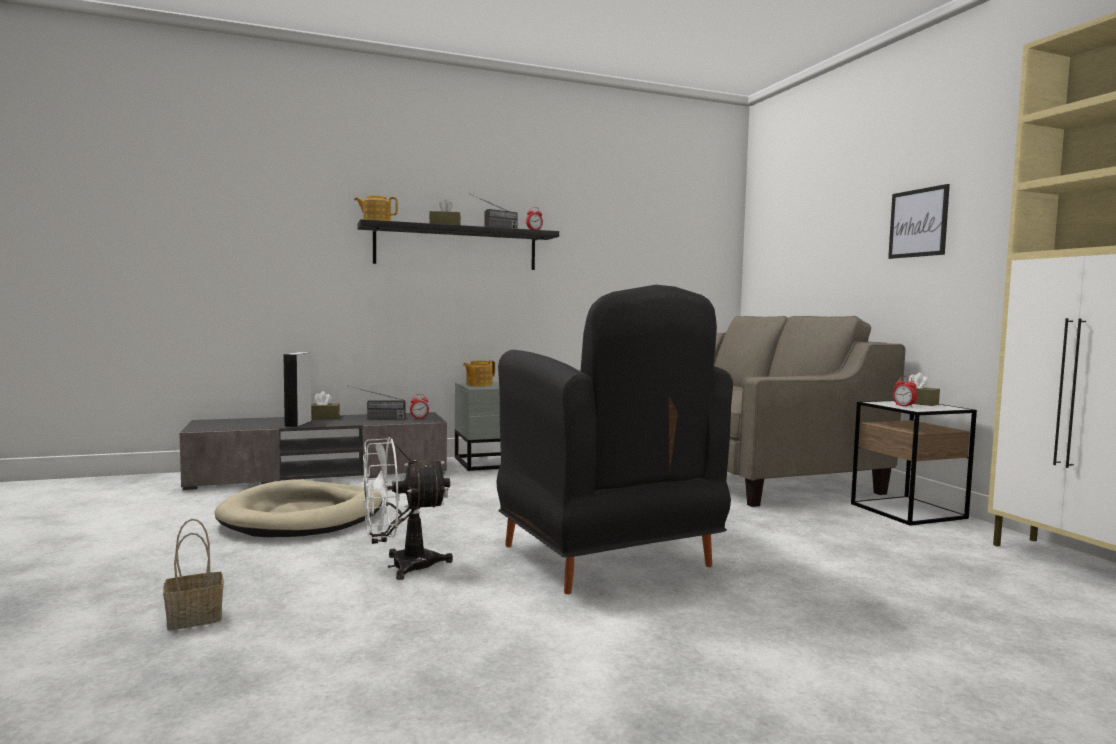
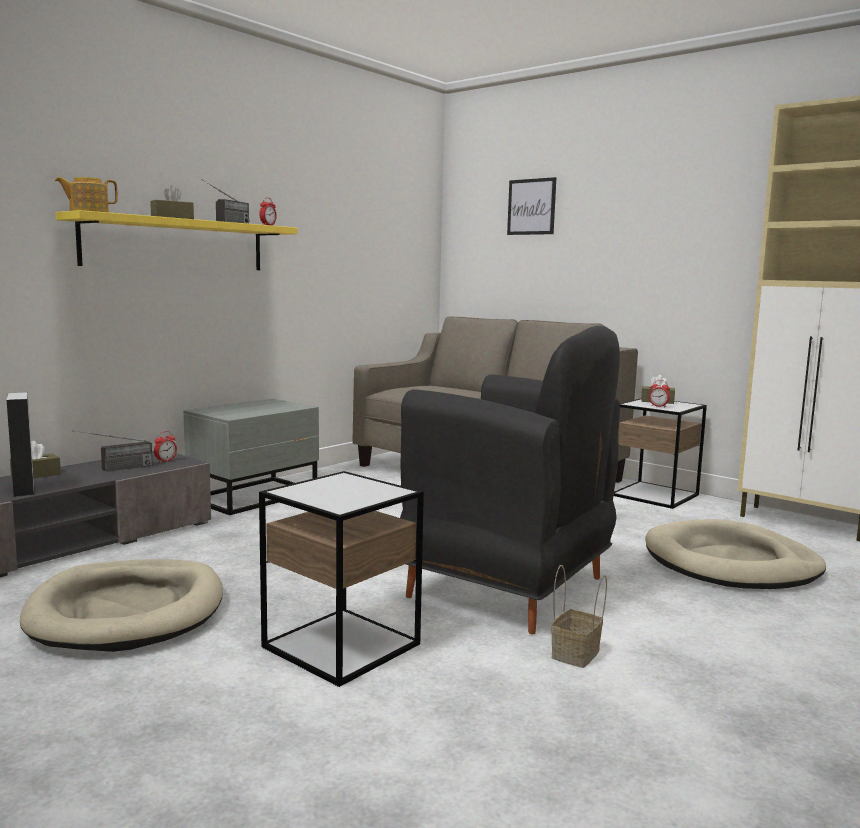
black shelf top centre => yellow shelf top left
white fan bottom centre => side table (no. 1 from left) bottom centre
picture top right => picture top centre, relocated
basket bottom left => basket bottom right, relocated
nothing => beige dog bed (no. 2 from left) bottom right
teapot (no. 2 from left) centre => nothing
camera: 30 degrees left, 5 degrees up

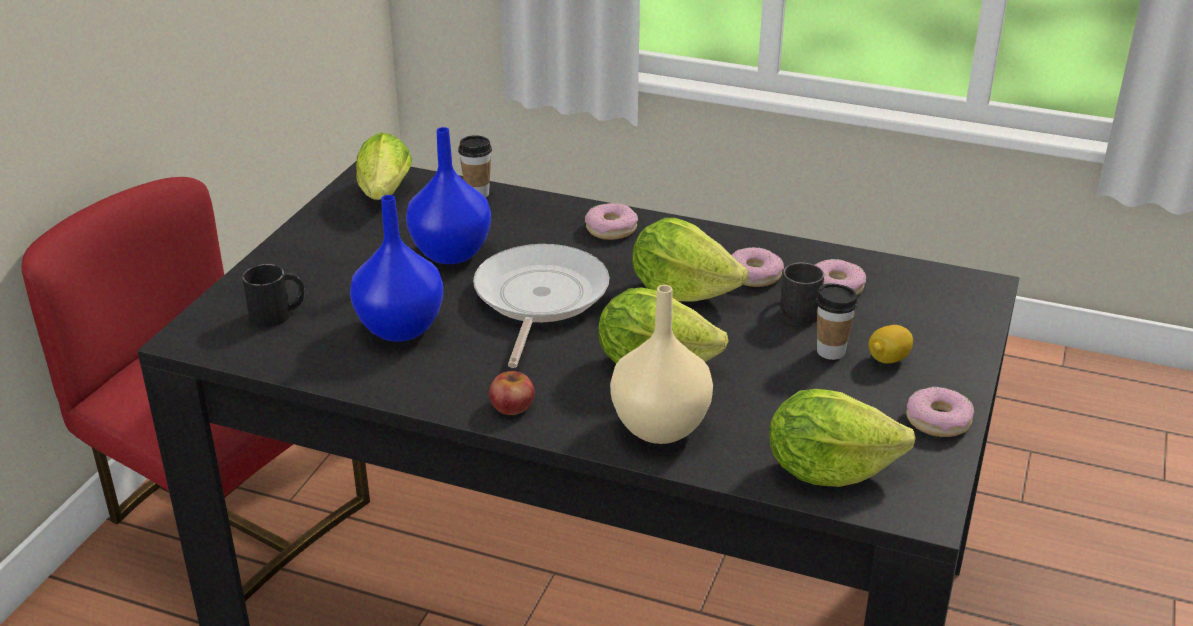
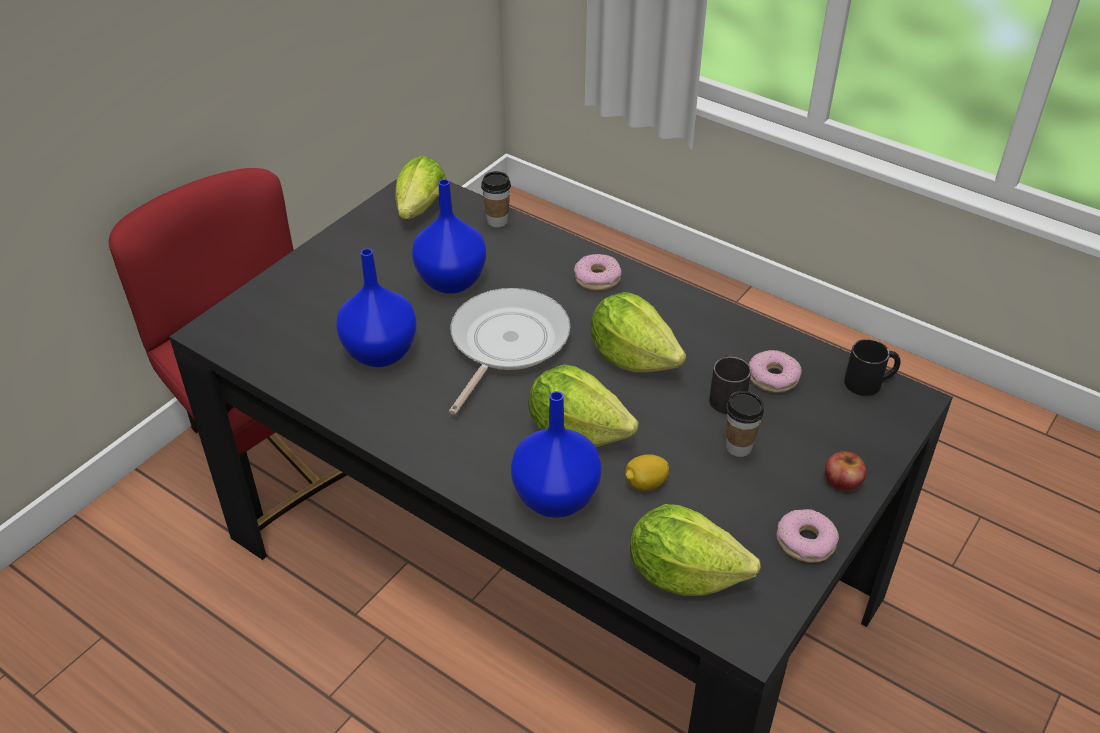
beige vase centre => blue vase (no. 3 from left) centre
lemon middle right => lemon centre, relocated
apple centre => apple middle right, relocated
black mug (no. 1 from left in the first image) middle left => black mug (no. 2 from left) middle right, relocated
donut (no. 2 from left) centre => nothing
camera: 15 degrees right, 10 degrees up

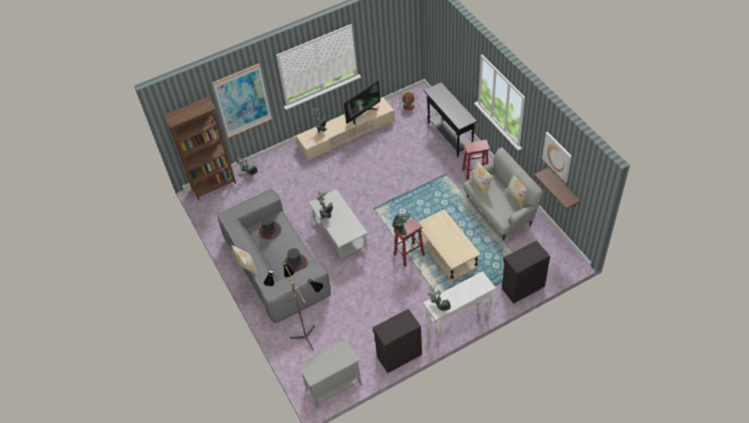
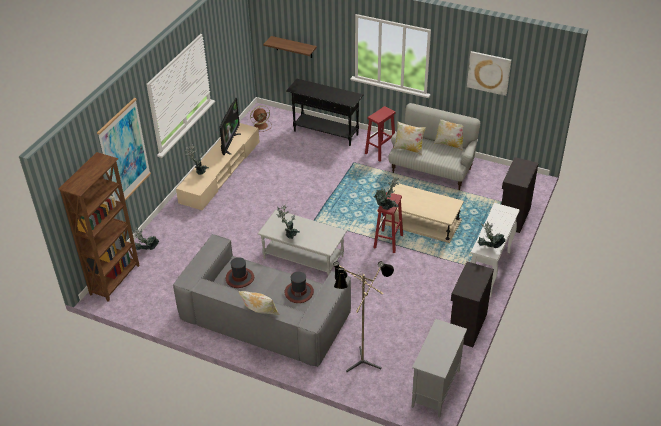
shelf middle right => shelf top centre, relocated
camera: 40 degrees left, 10 degrees down

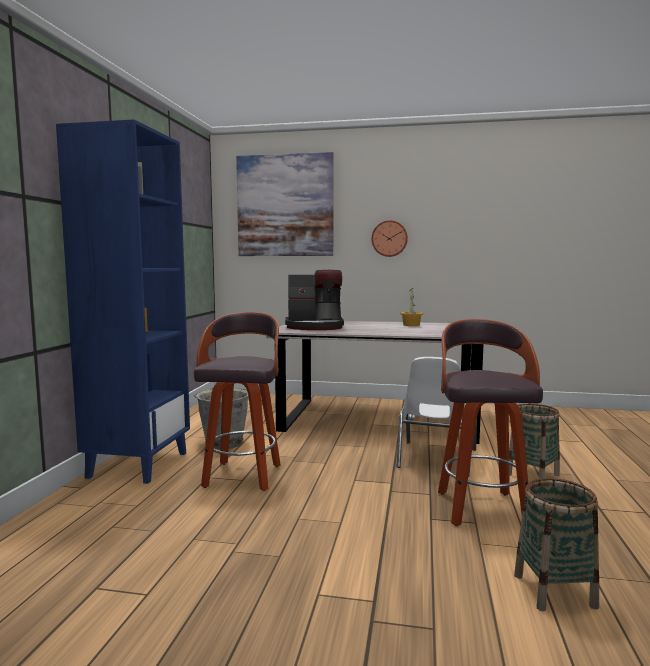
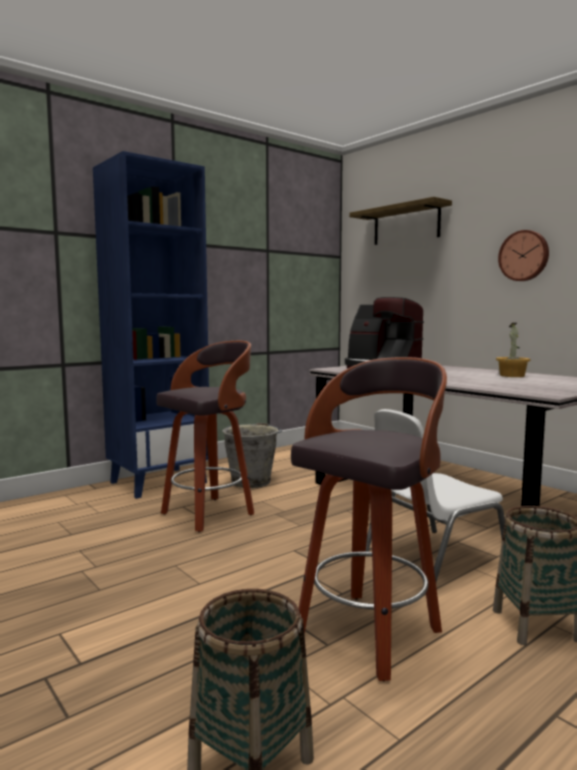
picture top centre => shelf top right
camera: 40 degrees right, 0 degrees up

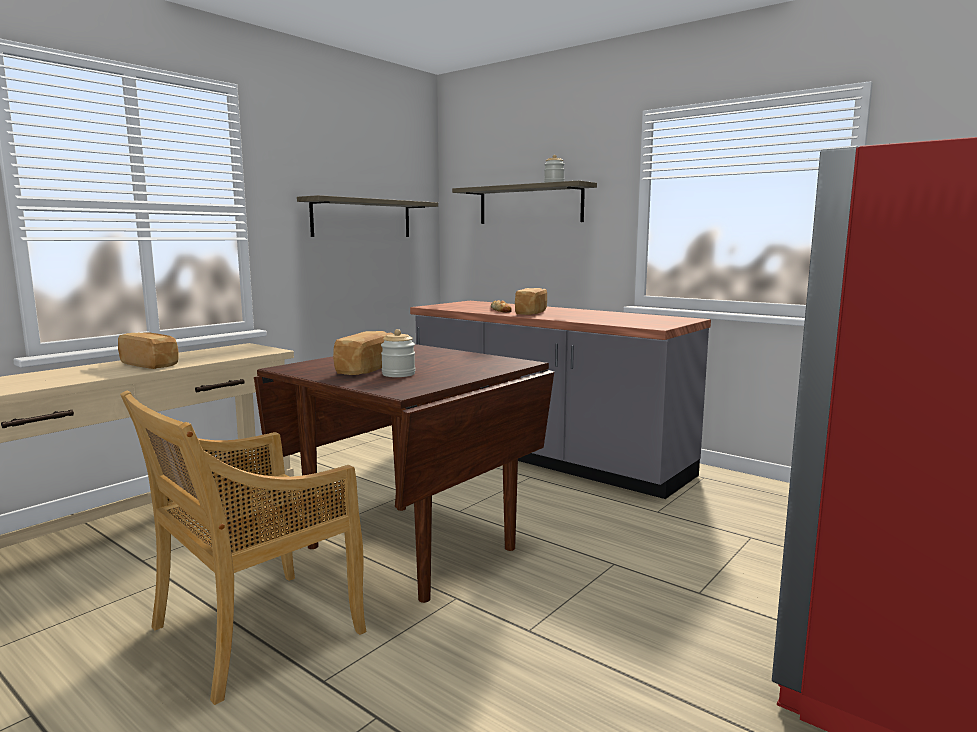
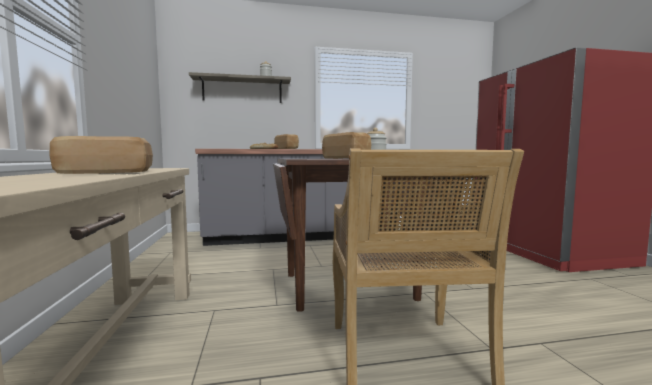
shelf (no. 1 from left) top centre => nothing
camera: 50 degrees left, 5 degrees down

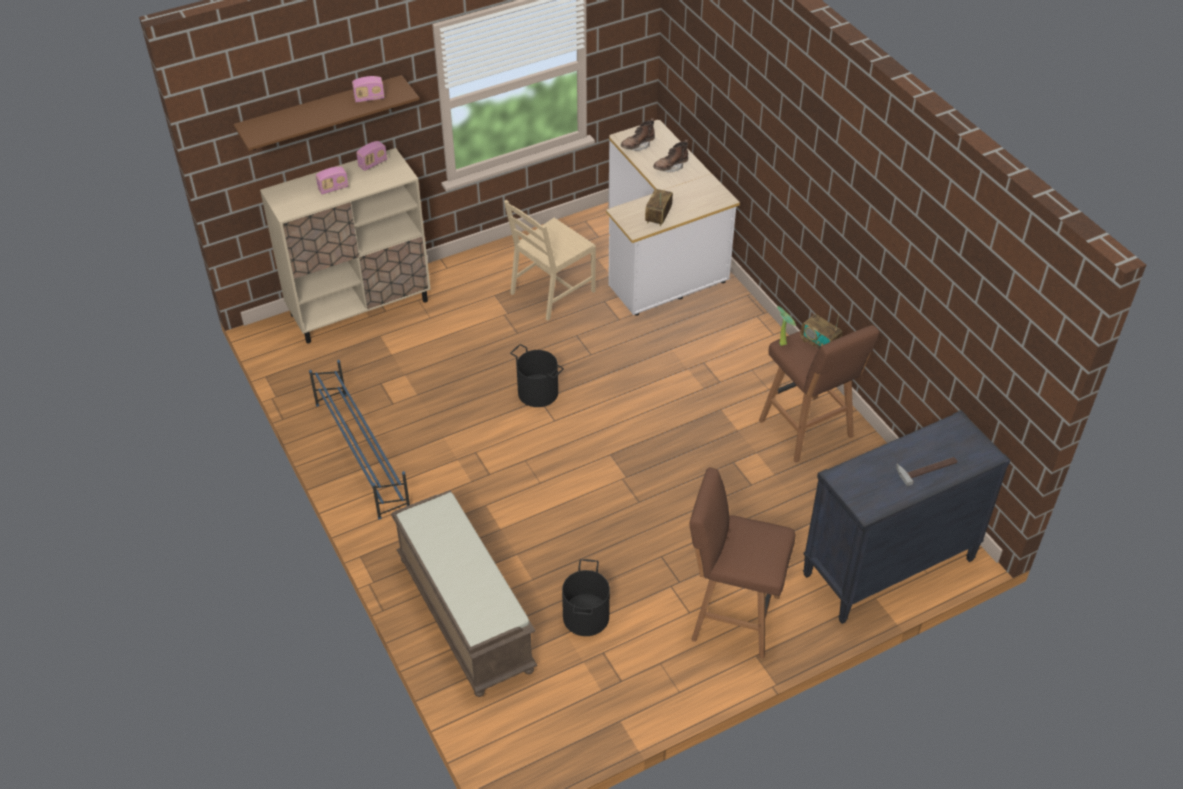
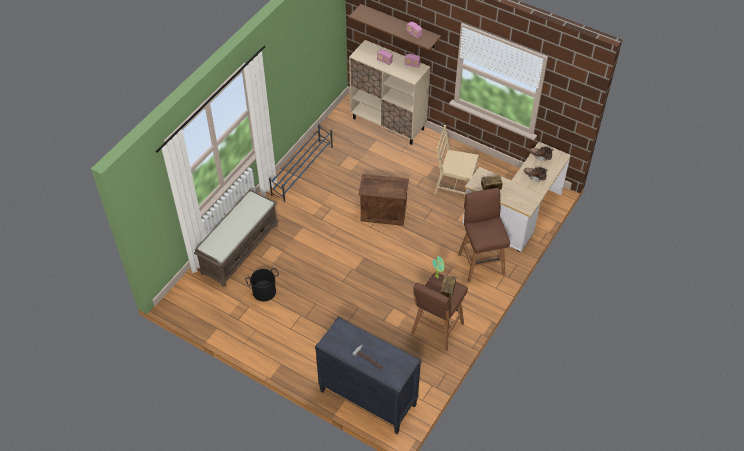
black bucket (no. 1 from left) centre => crate centre
brown stool (no. 1 from left in the first image) bottom centre => brown stool (no. 2 from left) centre, relocated
camera: 60 degrees right, 5 degrees up

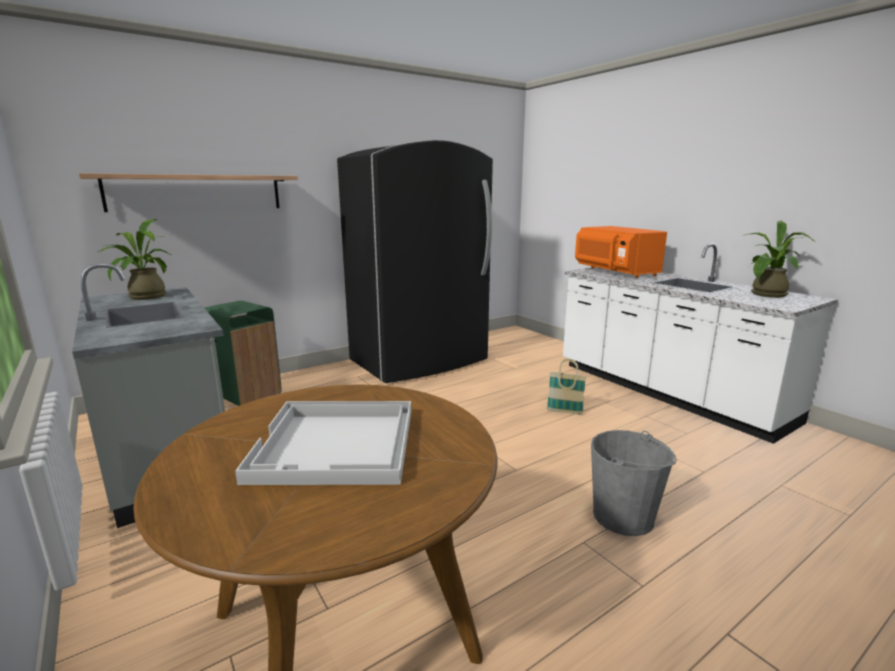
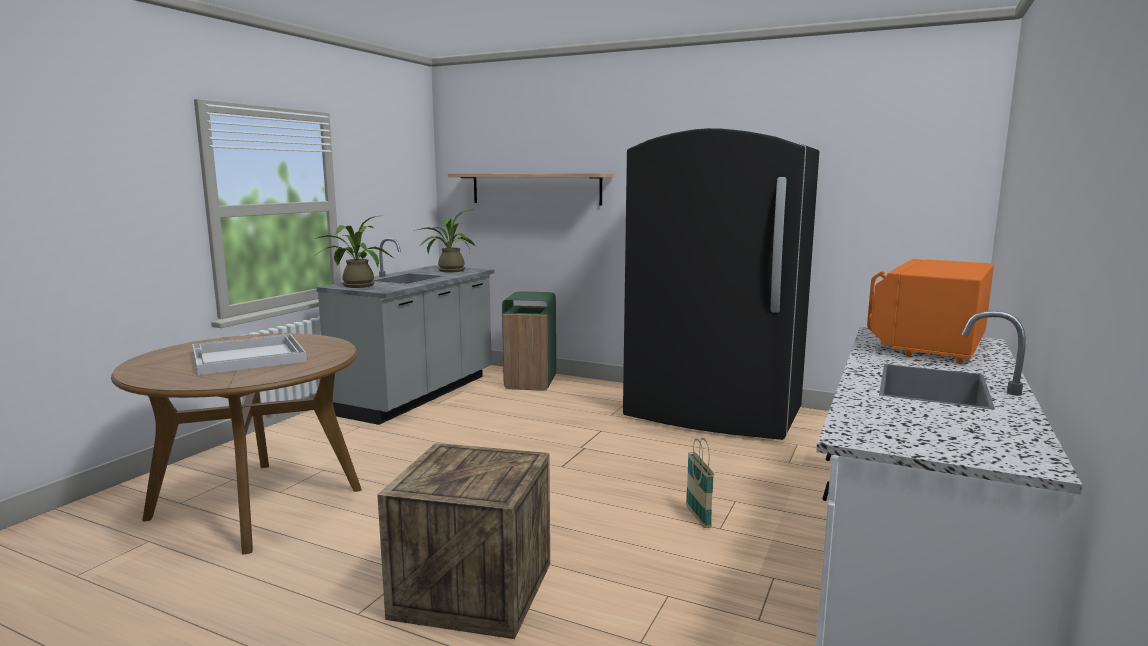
potted plant (no. 2 from left in the first image) middle right => potted plant (no. 1 from left) middle left, relocated
grey bucket bottom right => crate bottom centre
camera: 60 degrees right, 5 degrees down

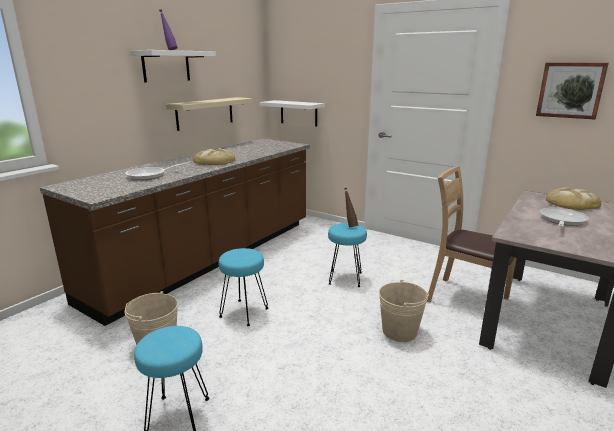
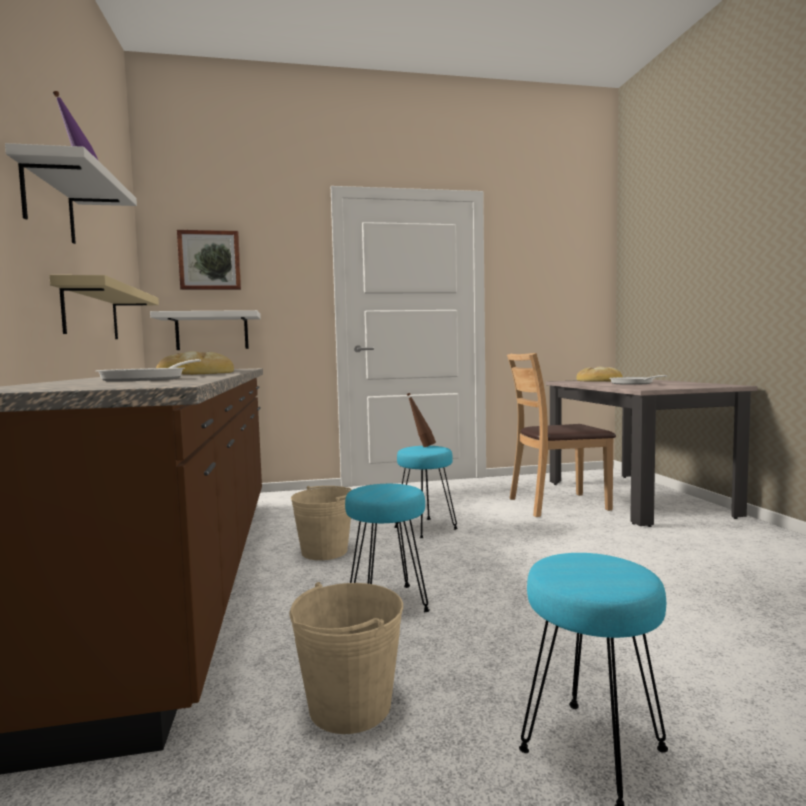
picture top right => picture top left, relocated
beige bucket (no. 2 from left in the first image) bottom centre => beige bucket (no. 1 from left) centre, relocated
camera: 45 degrees left, 15 degrees down

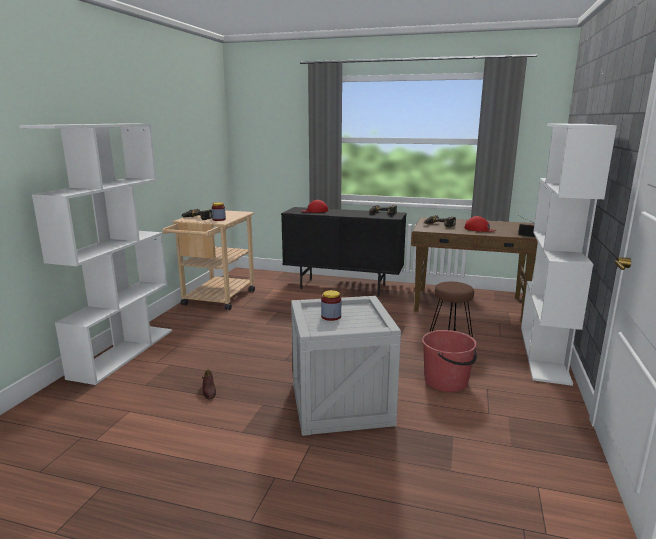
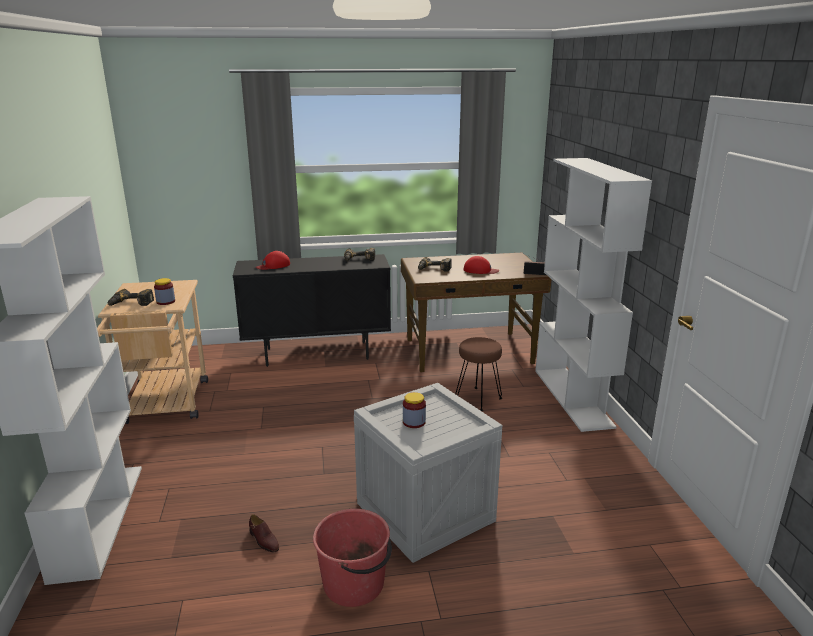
red bucket bottom right => red bucket bottom centre, relocated
camera: 25 degrees left, 5 degrees up

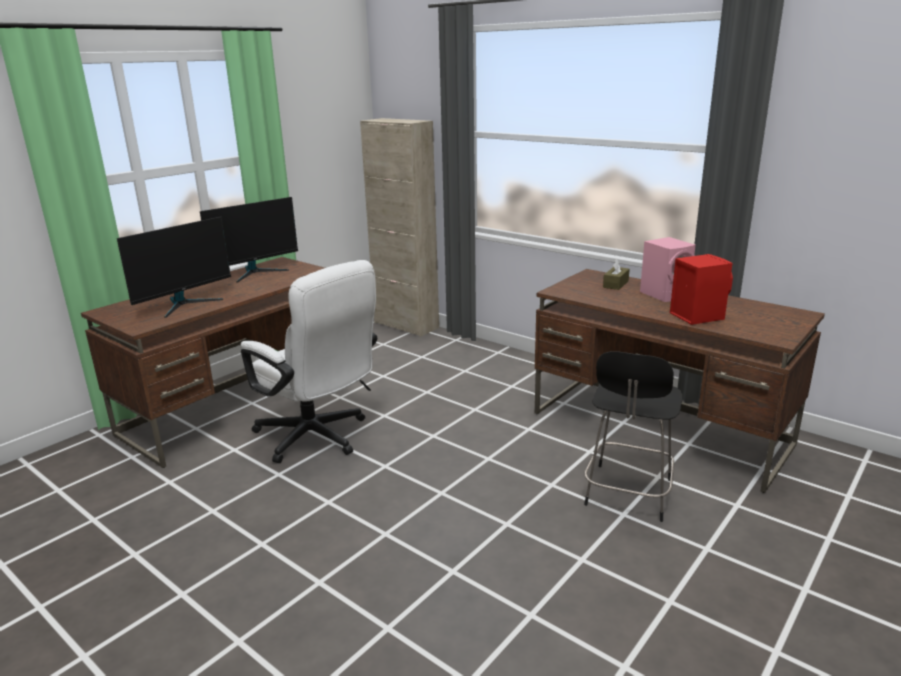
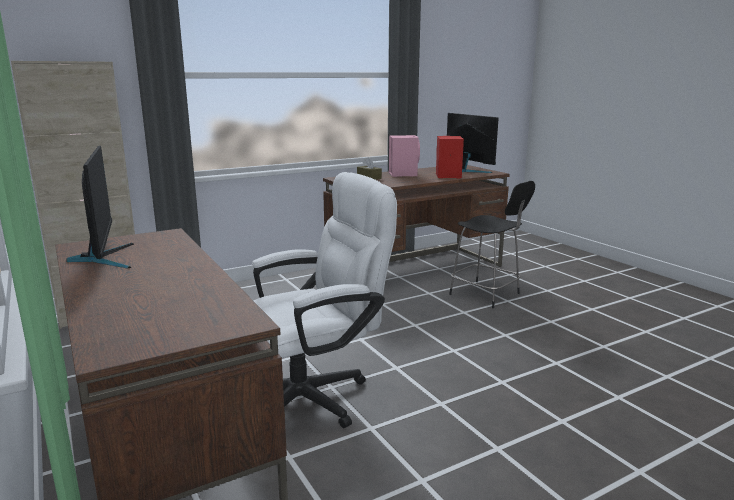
monitor (no. 1 from left in the first image) middle left => monitor (no. 2 from left) top centre, relocated
camera: 70 degrees left, 5 degrees down

